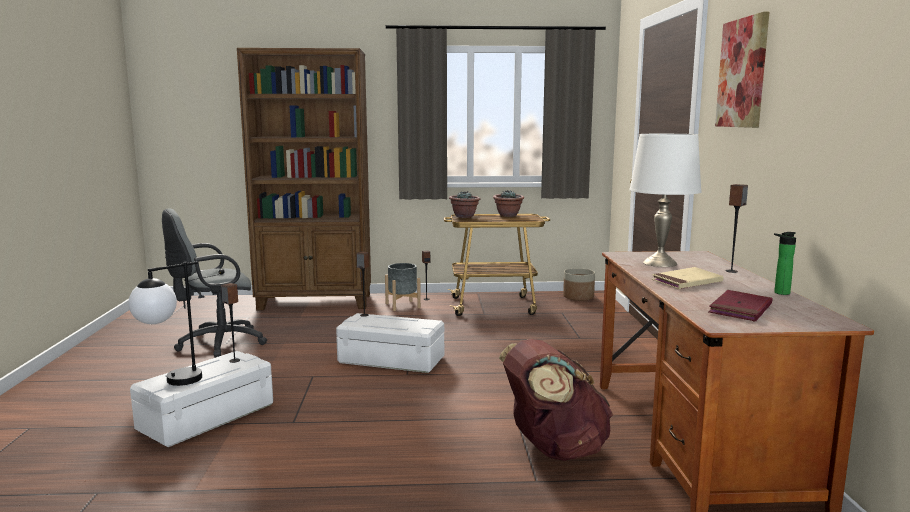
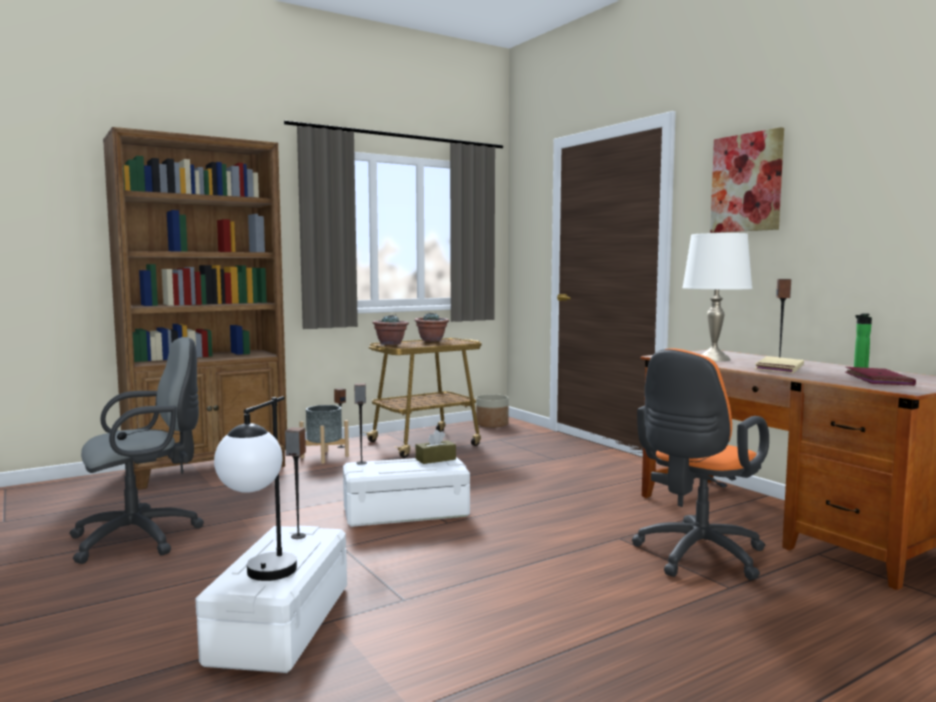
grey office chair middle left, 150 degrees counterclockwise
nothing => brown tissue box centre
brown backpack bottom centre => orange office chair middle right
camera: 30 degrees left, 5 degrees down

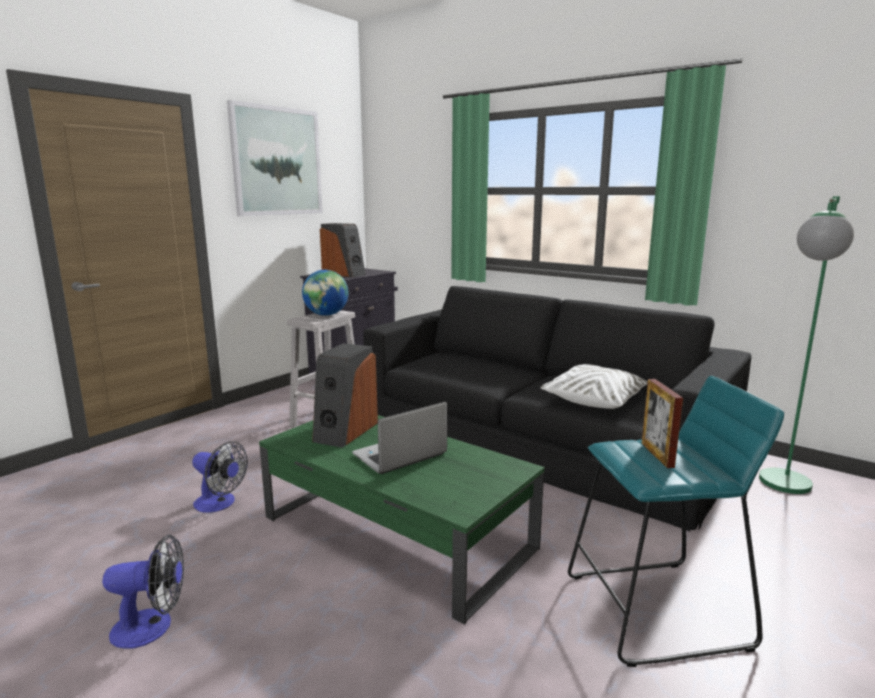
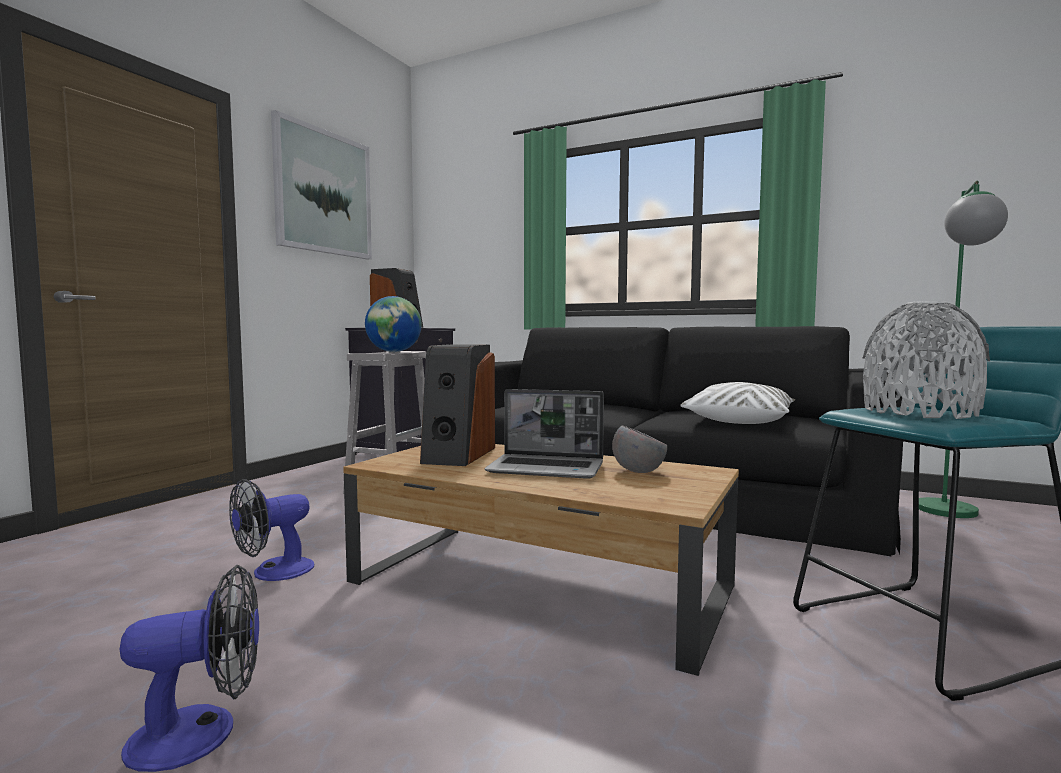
fan (no. 2 from left) bottom left, 120 degrees clockwise
green coffee table bottom centre => brown coffee table bottom centre
laptop centre, 120 degrees counterclockwise
nothing => grey bowl centre
picture frame middle right => grey vase middle right
camera: 10 degrees left, 10 degrees down

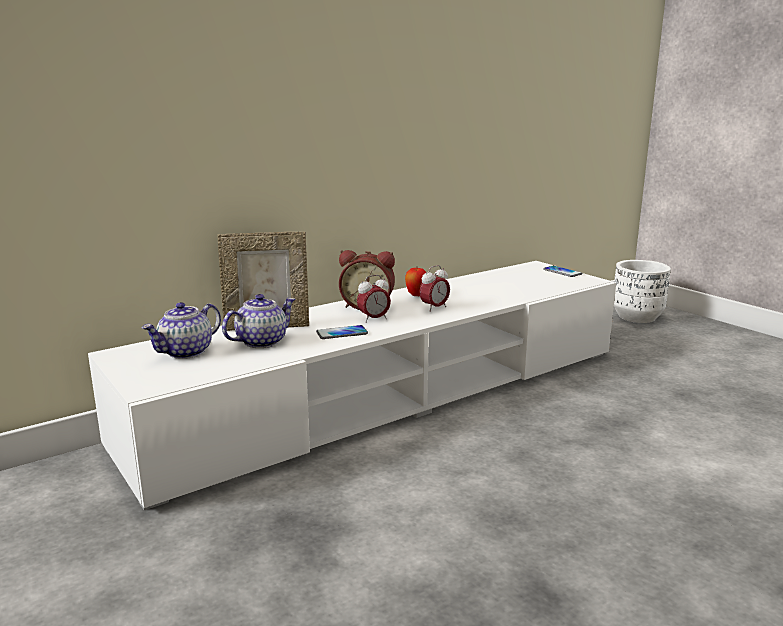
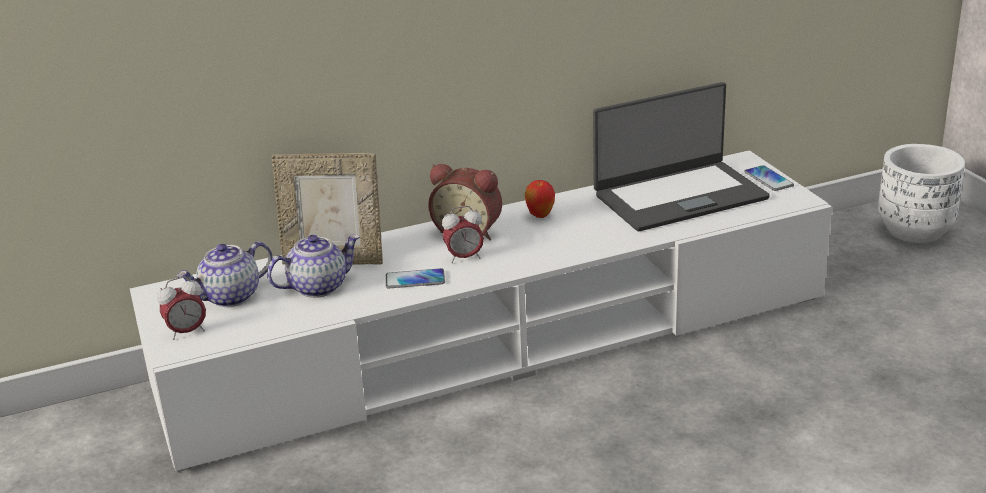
alarm clock (no. 3 from left in the first image) centre => alarm clock (no. 1 from left) middle left, relocated
nothing => laptop top right
camera: 15 degrees right, 10 degrees up

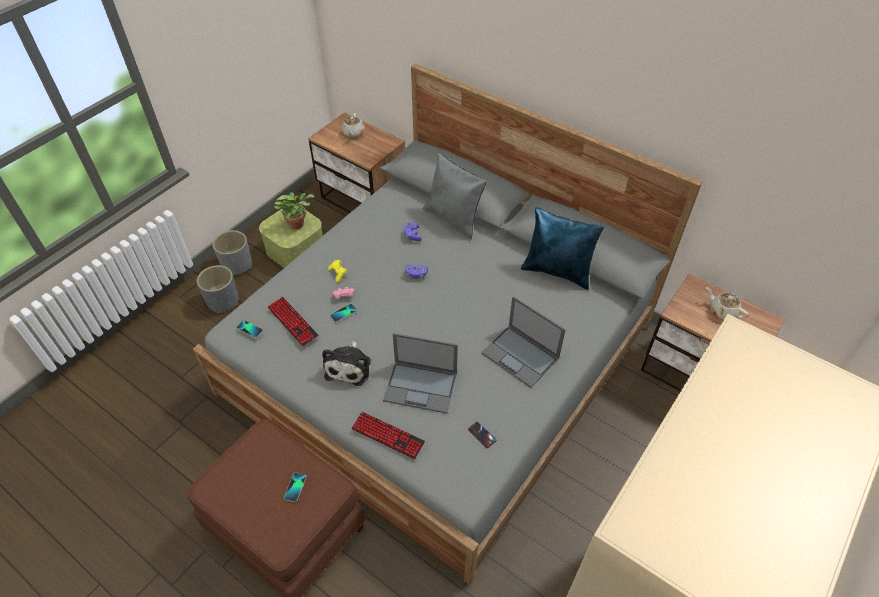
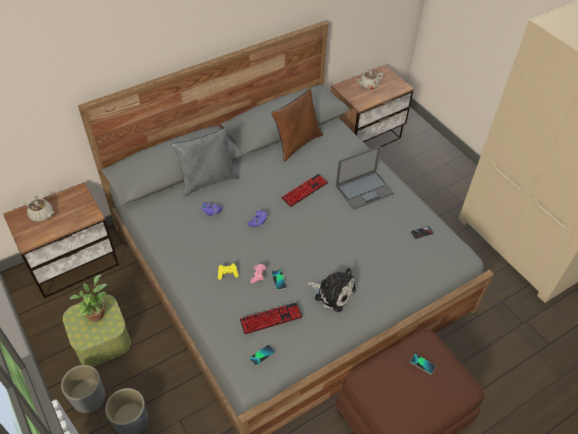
blue pillow centre => brown pillow top centre
keyboard (no. 2 from left) bottom centre => keyboard (no. 2 from left) centre, relocated
laptop (no. 1 from left) centre => nothing
camera: 70 degrees left, 0 degrees up

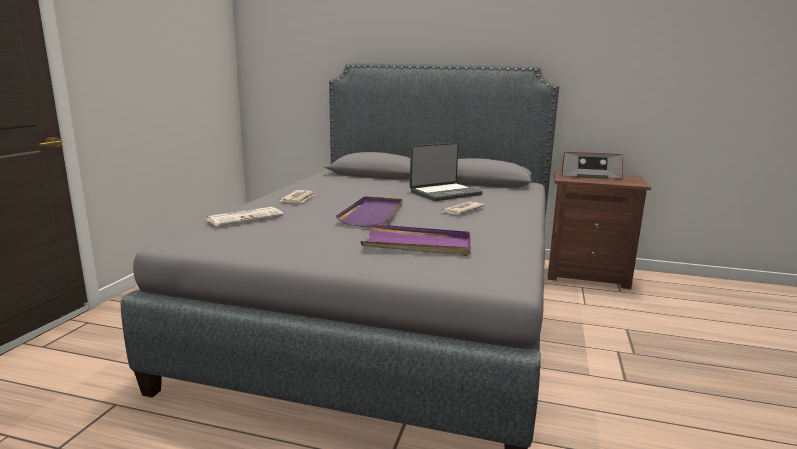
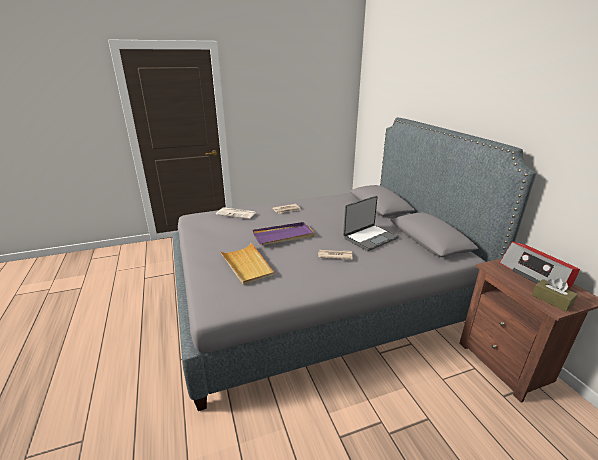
purple tray (no. 2 from left) centre => beige tray centre
laptop centre, 60 degrees counterclockwise
nothing => brown tissue box middle right
camera: 55 degrees right, 10 degrees up

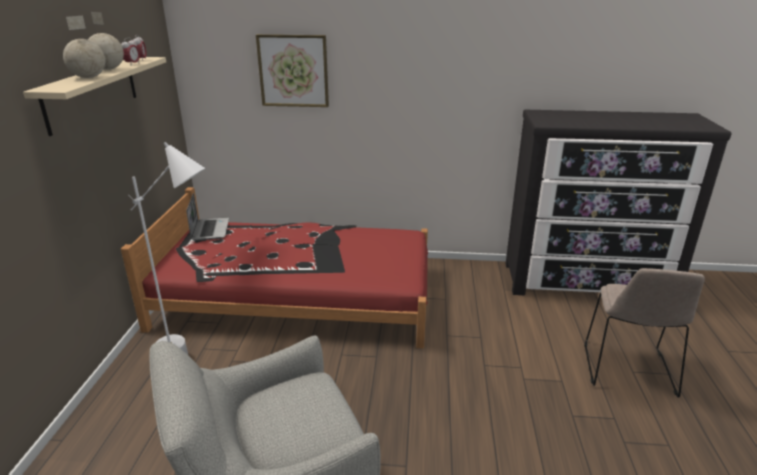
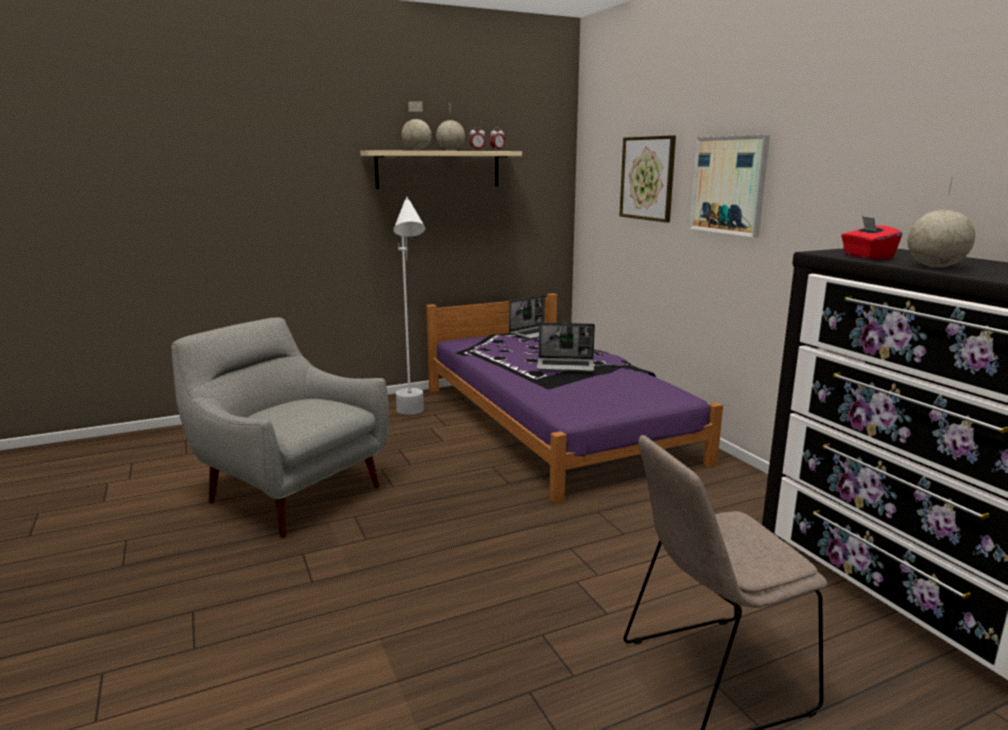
red bed centre => purple bed centre
nothing => laptop (no. 2 from left) centre
nothing => picture (no. 2 from left) top right
nothing => red tissue box top right
nothing => globe (no. 3 from left) top right
camera: 60 degrees right, 10 degrees down

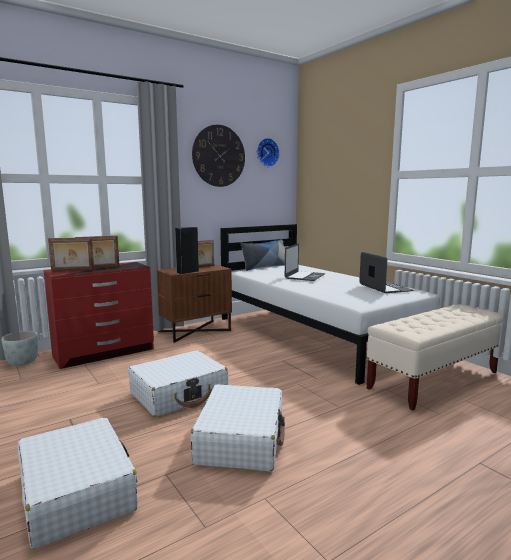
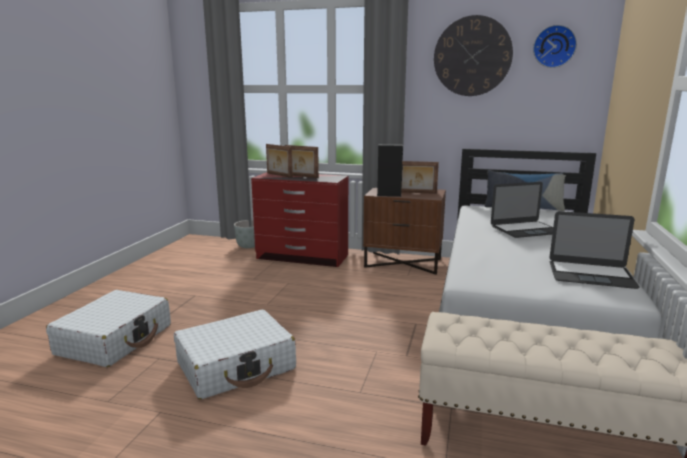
laptop (no. 2 from left) middle right, 75 degrees clockwise
white suitcase (no. 2 from left) bottom centre => nothing
camera: 50 degrees right, 5 degrees up

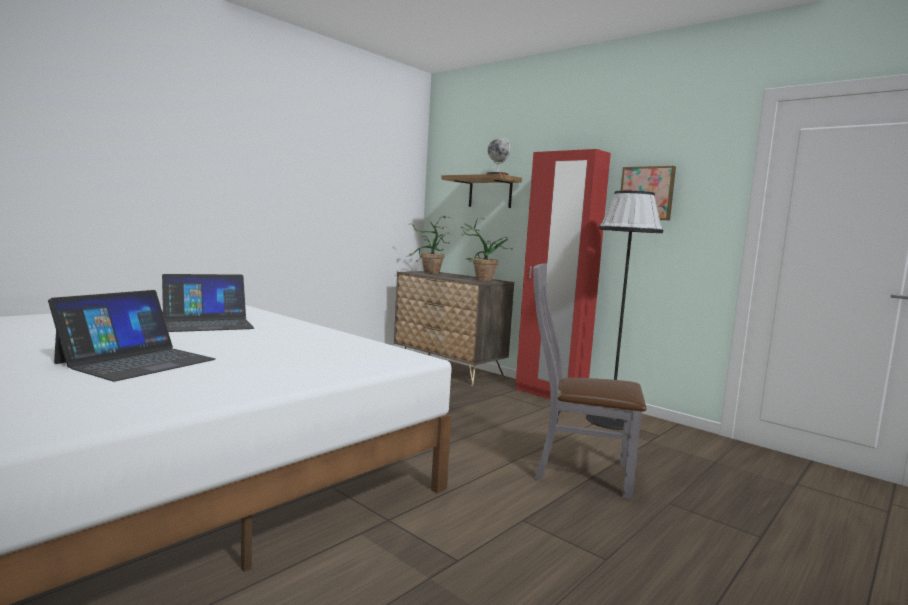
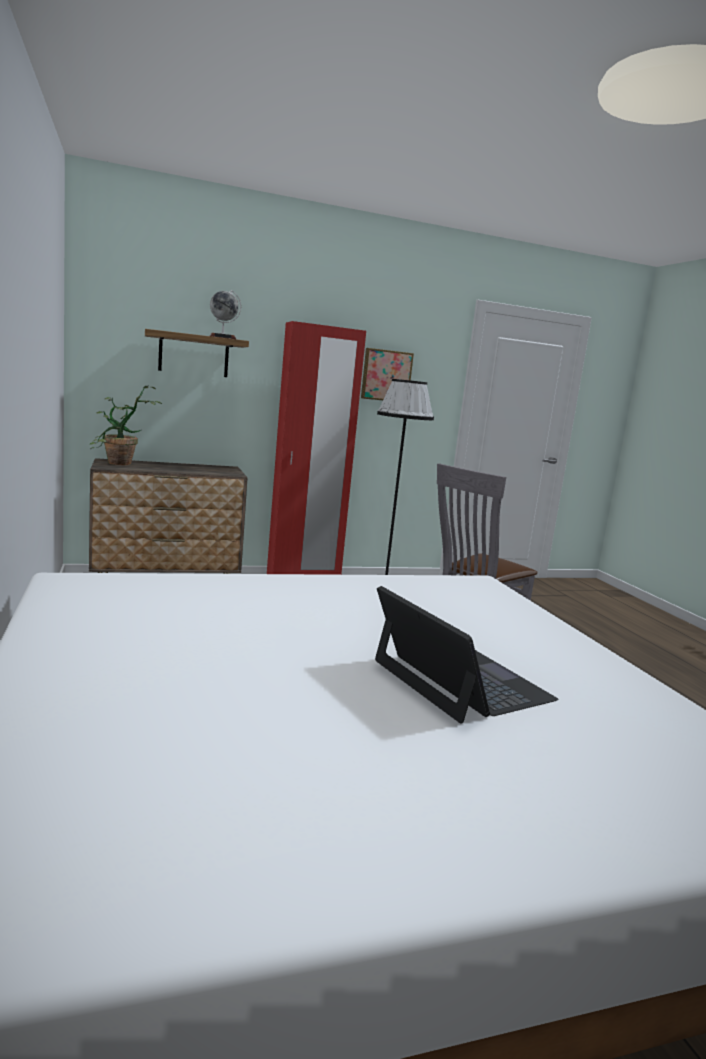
laptop (no. 2 from left) middle left => nothing
potted plant (no. 2 from left) centre => nothing
camera: 60 degrees left, 5 degrees up

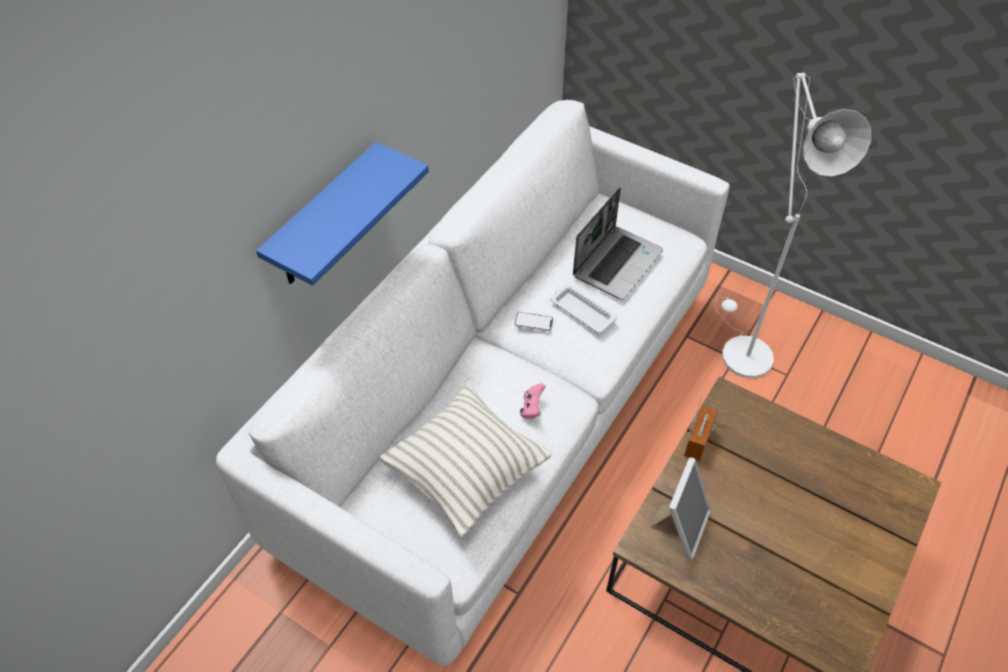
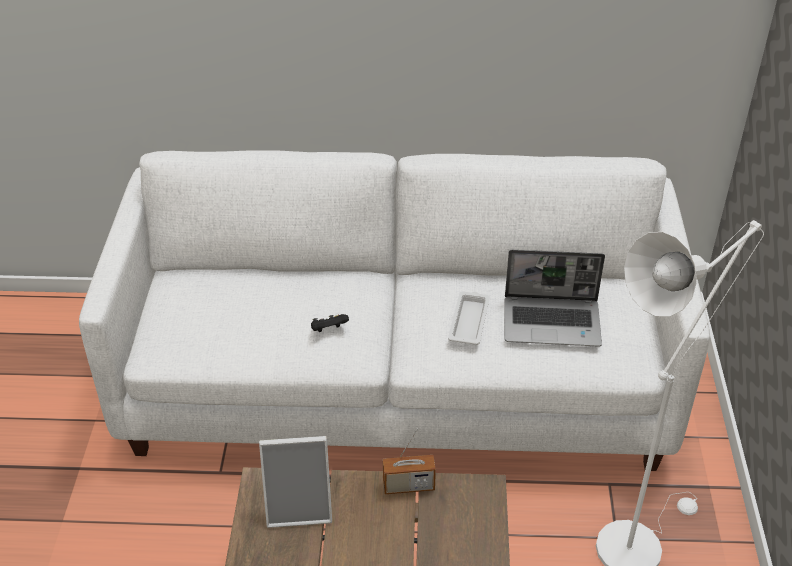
pink game controller centre => black game controller centre
blue shelf top centre => nothing
pillow bottom centre => nothing
phone centre => nothing
camera: 60 degrees right, 10 degrees down

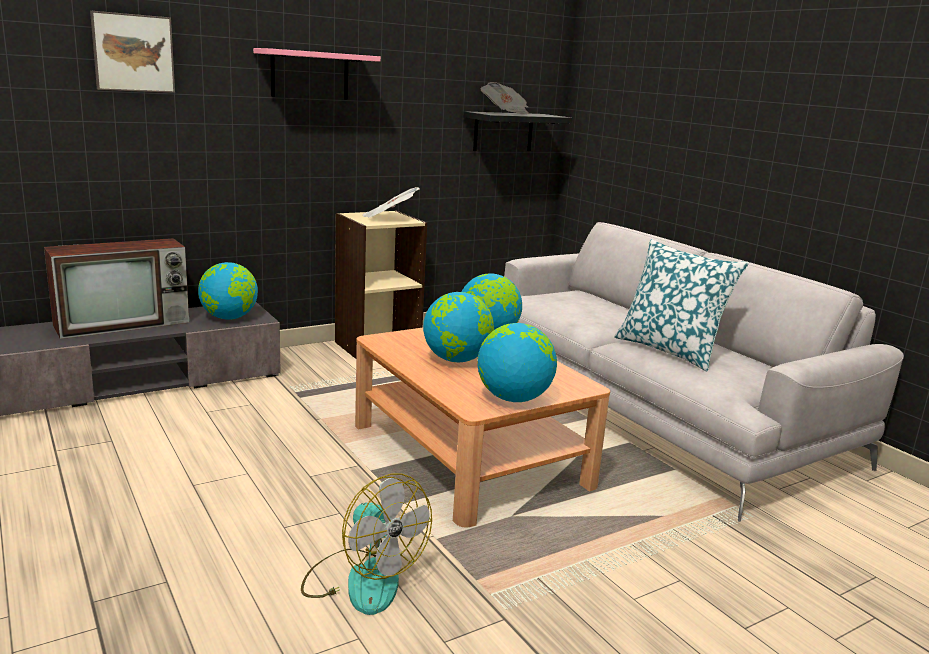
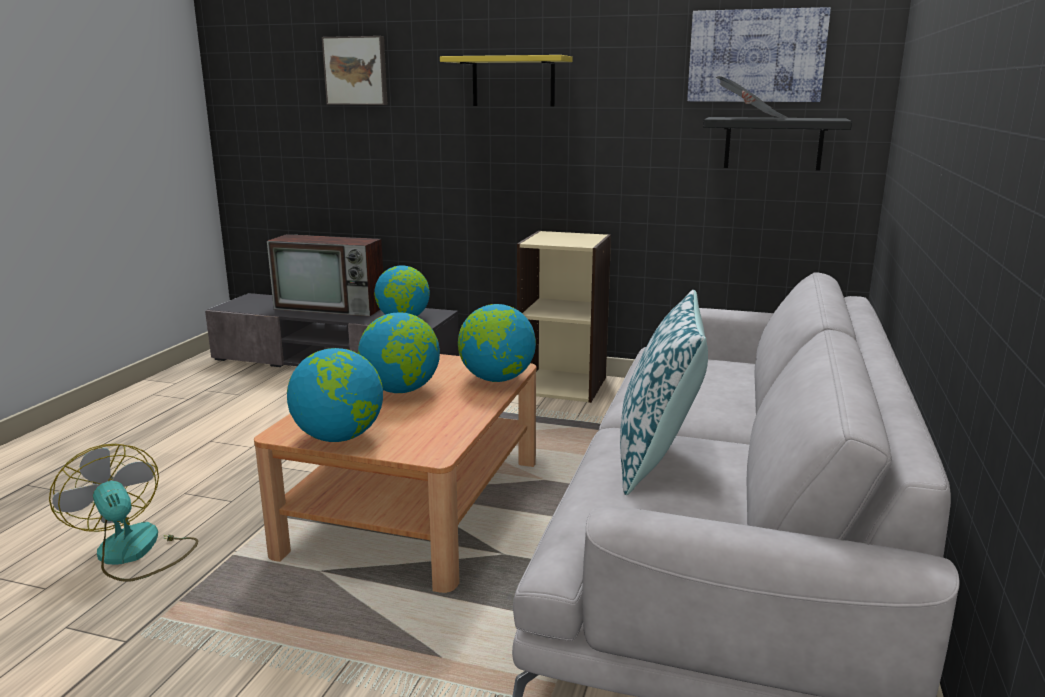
fan bottom centre => fan bottom left, 135 degrees clockwise
pink shelf top centre => yellow shelf top centre
nothing => picture (no. 2 from left) top right
newspaper (no. 1 from left) top centre => nothing
camera: 50 degrees right, 0 degrees up

